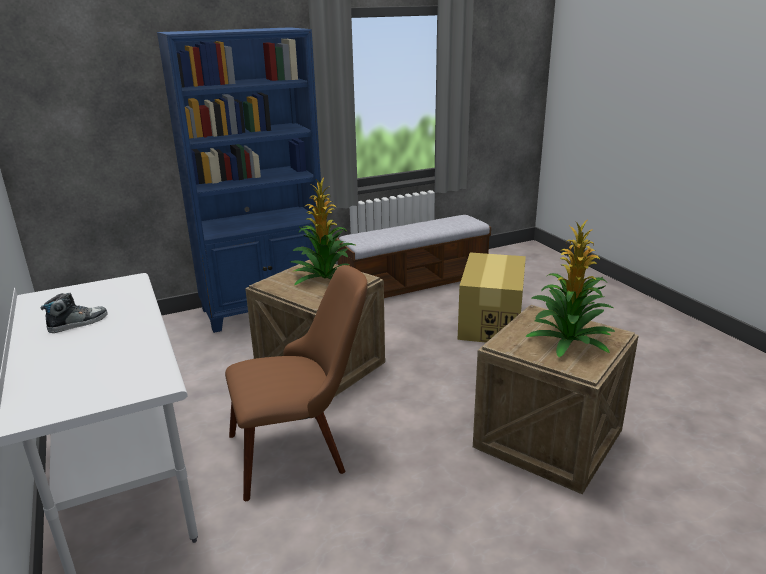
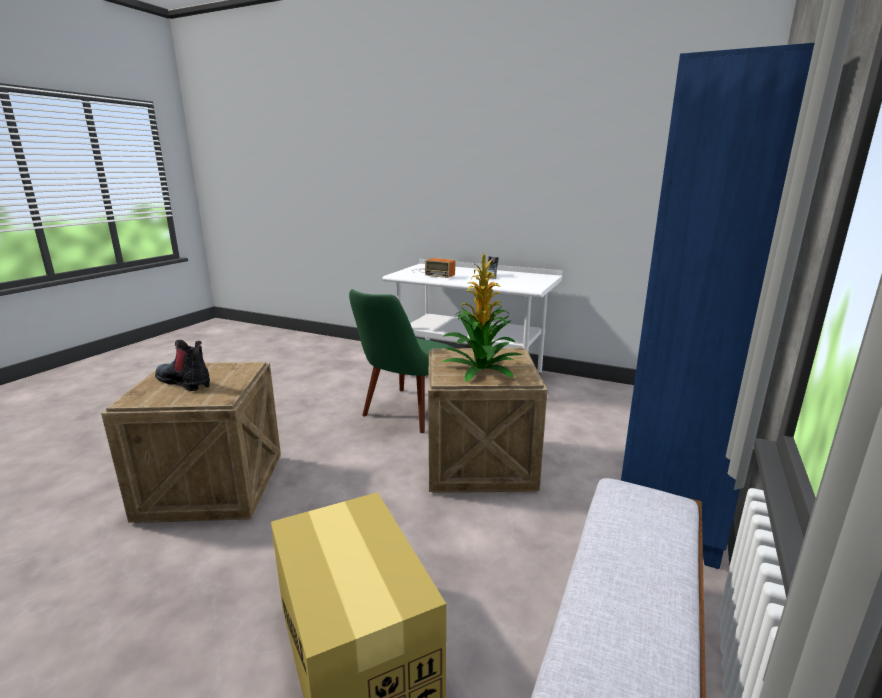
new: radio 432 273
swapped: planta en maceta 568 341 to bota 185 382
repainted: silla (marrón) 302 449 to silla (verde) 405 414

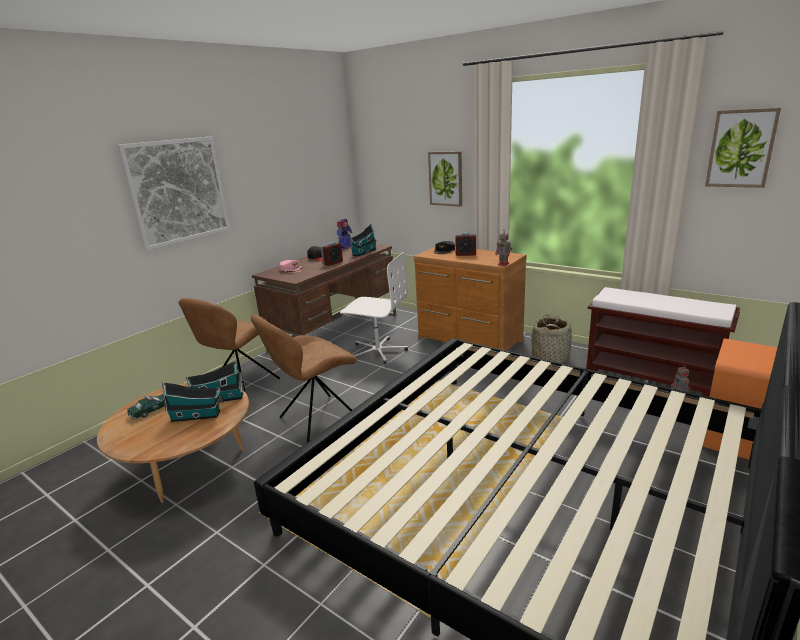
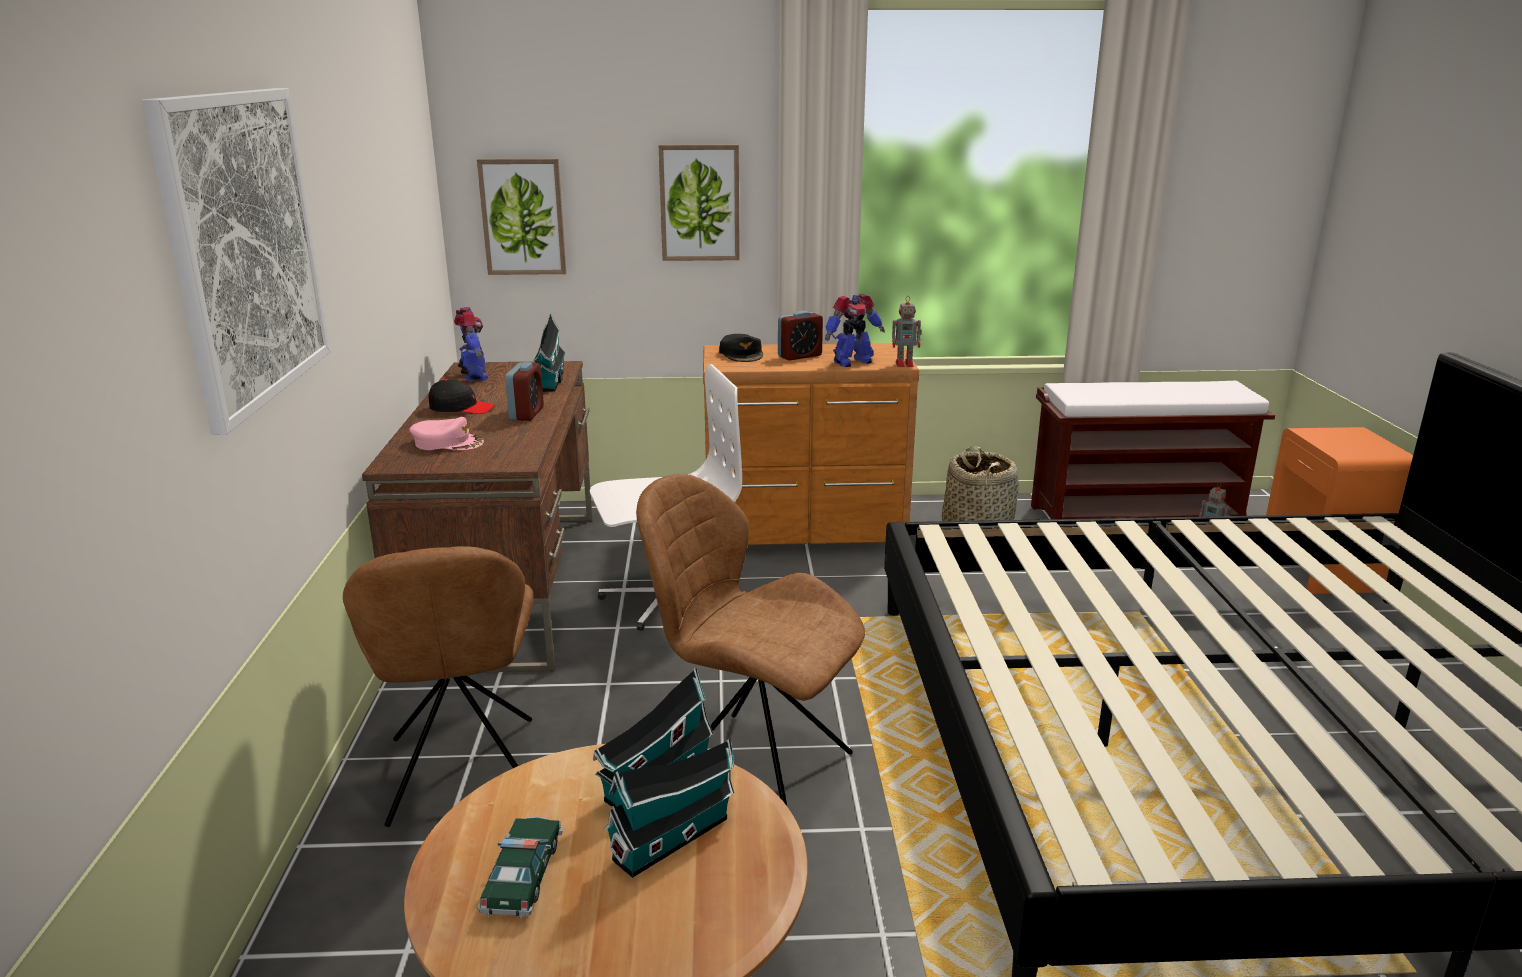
new: robot de juguete 851 362
shifted: cuadro 741 148 to 523 217
rotated: silla (marrón) 316 419 = 752 768 105 degrees clockwise

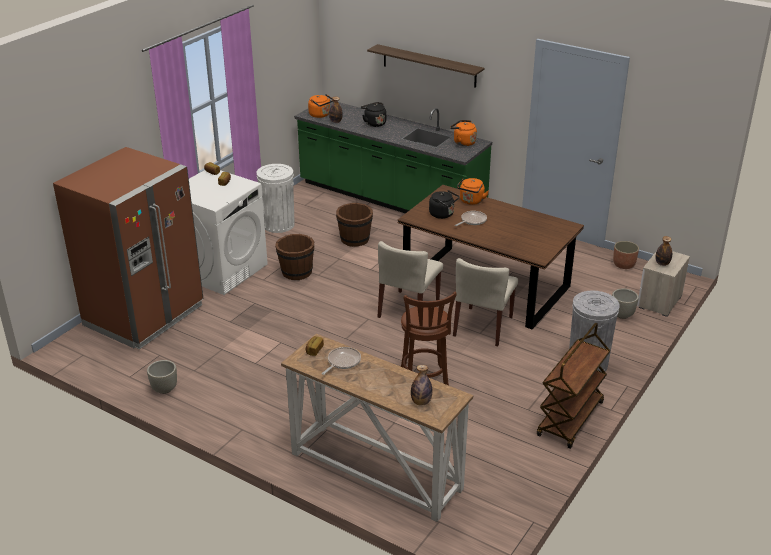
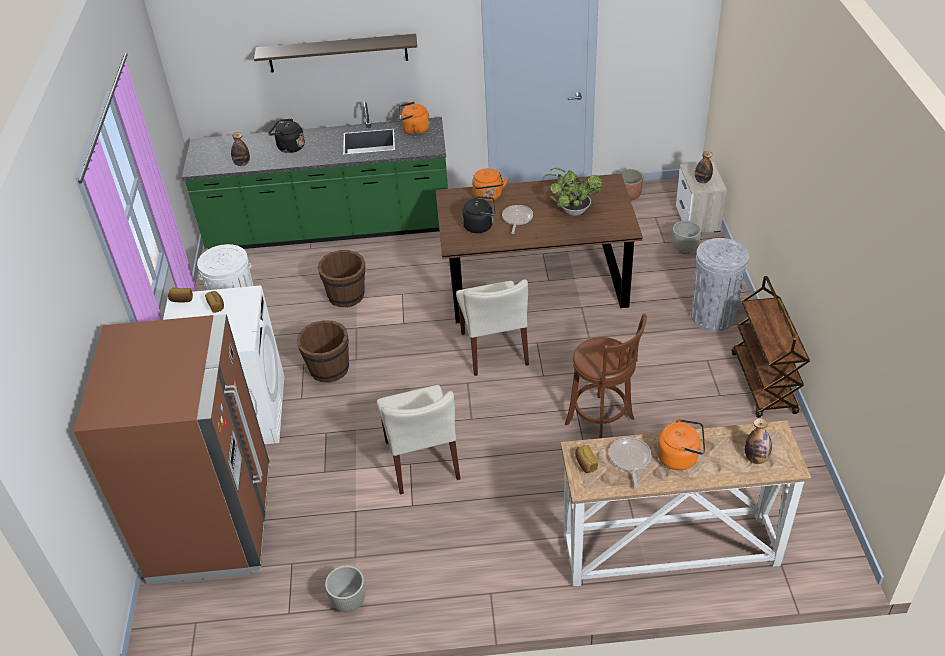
new: planta en maceta 572 211
shifted: hervidor (naranja) 320 115 to 680 457; silla (beis) 483 326 to 422 460

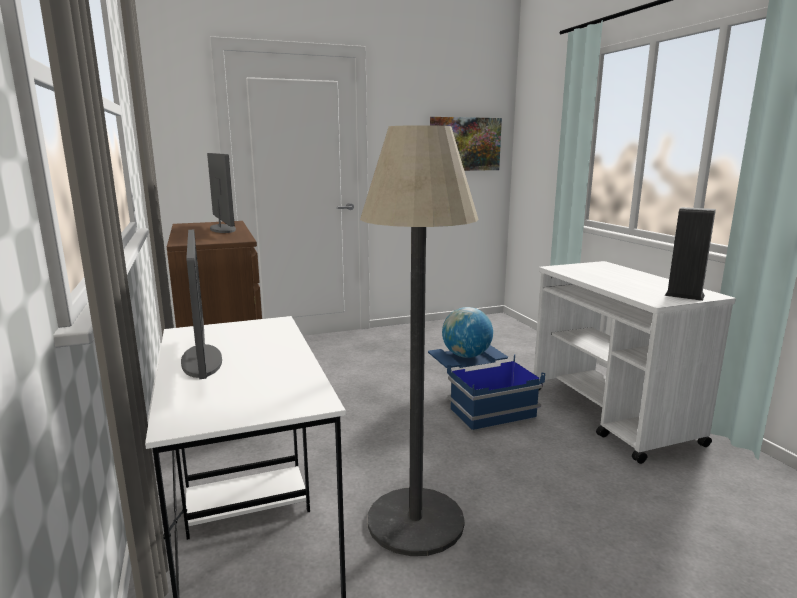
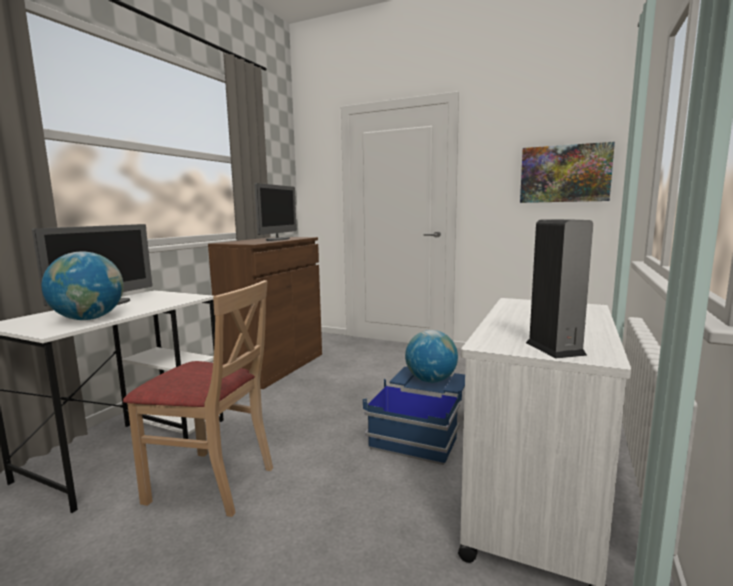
new: globo terráqueo 89 319
swapped: lámpara de pie 415 521 to silla (beis) 212 483

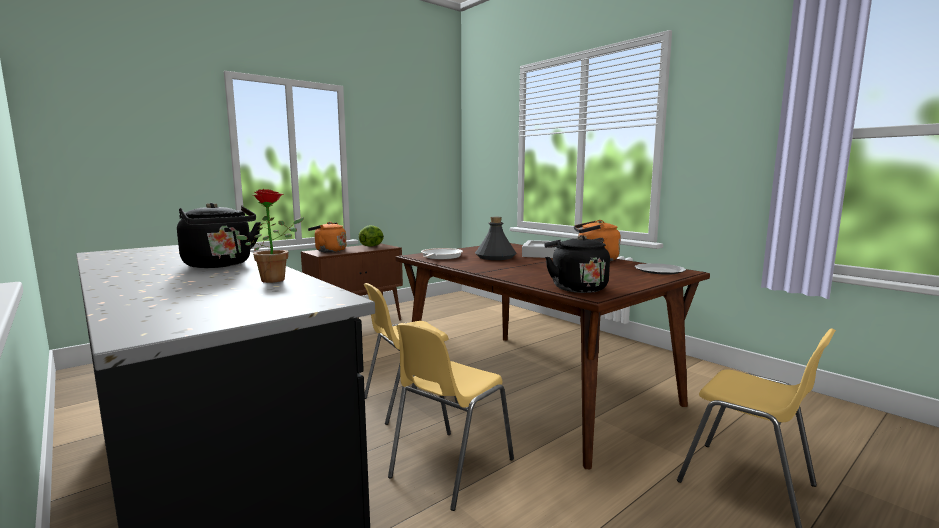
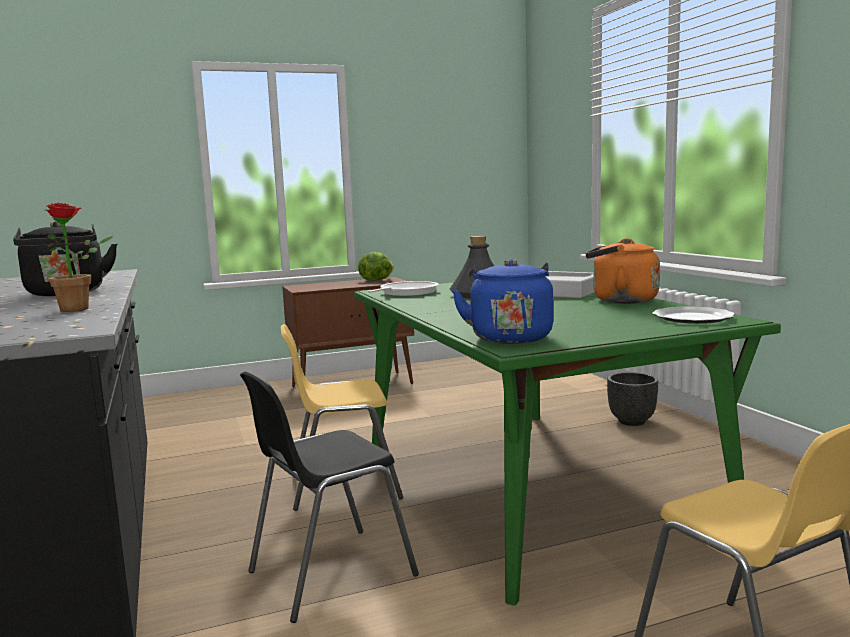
gone: hervidor (naranja) 328 251
new: maceta (negro) 632 421
repainted: silla (amarillo) 450 468 to silla (negro) 329 573; mesa de comedor (marrón) 533 385 to mesa de comedor (verde) 525 484; hervidor (negro) 576 288 to hervidor (azul) 509 337

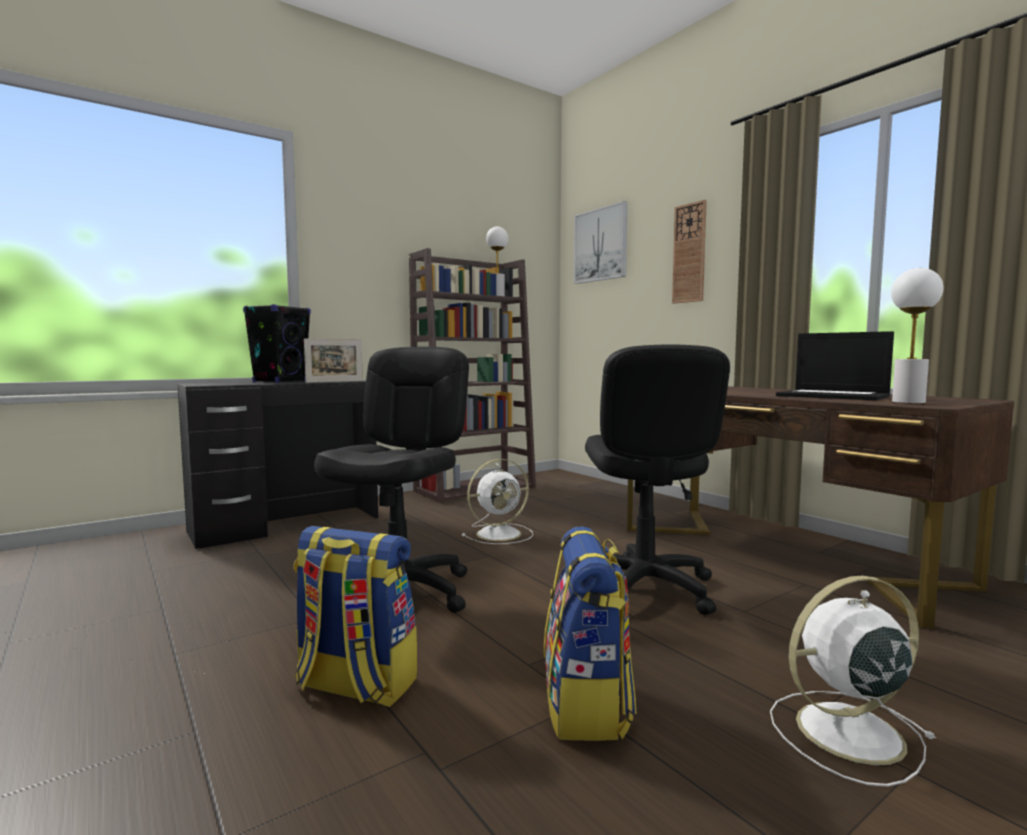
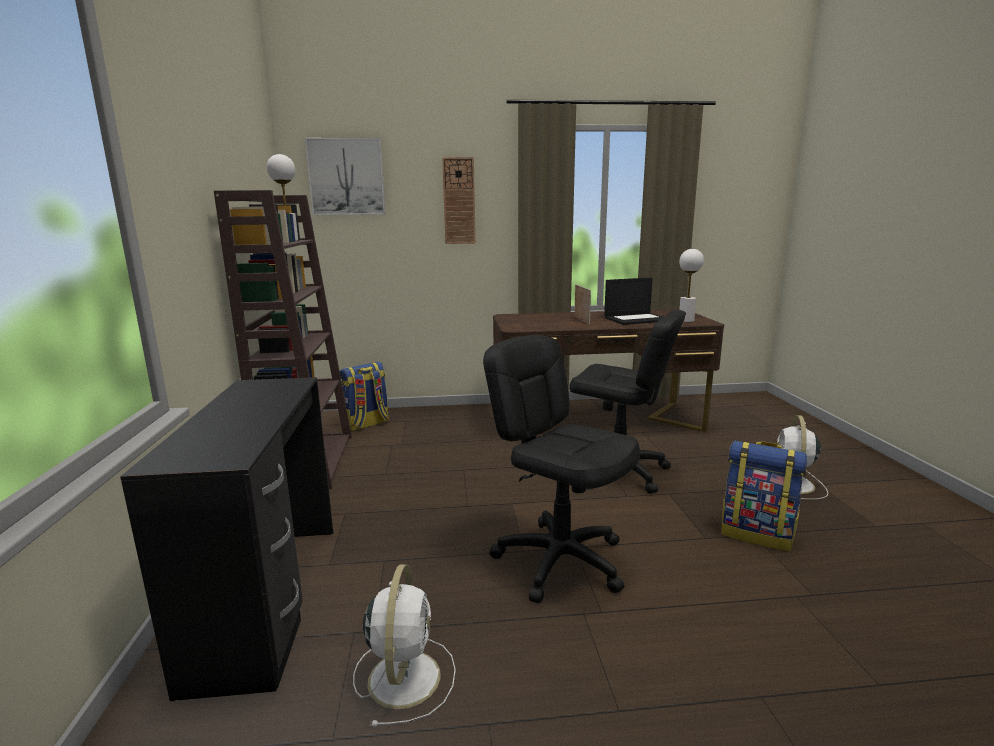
gone: altavoz (negro) 280 382
shifted: mochila 354 685 to 366 424; portarretratos 335 381 to 581 320; ventilador (blanco) 500 534 to 405 675

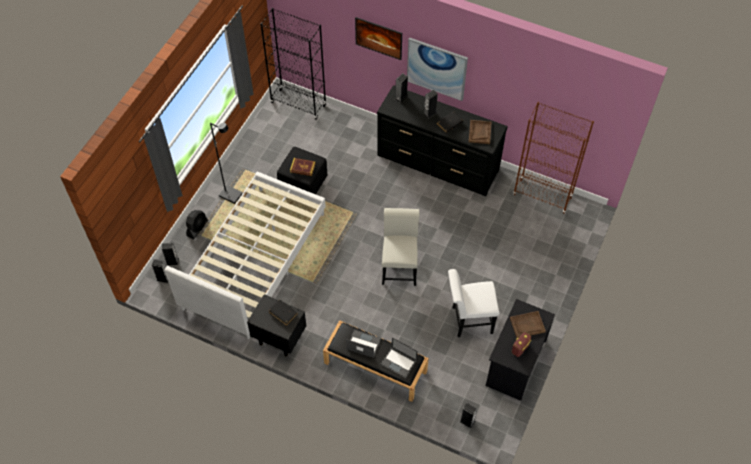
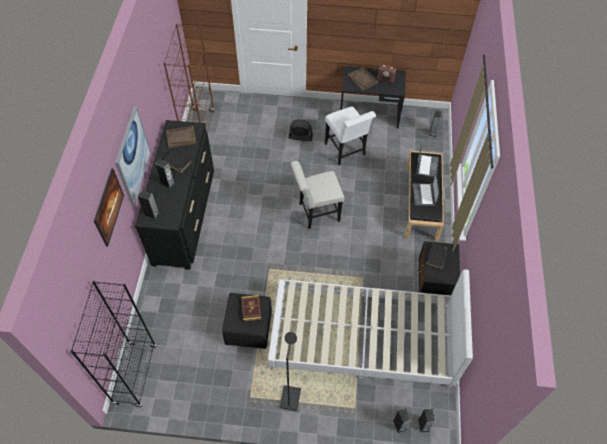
shifted: ventilador (negro) 197 228 to 300 137

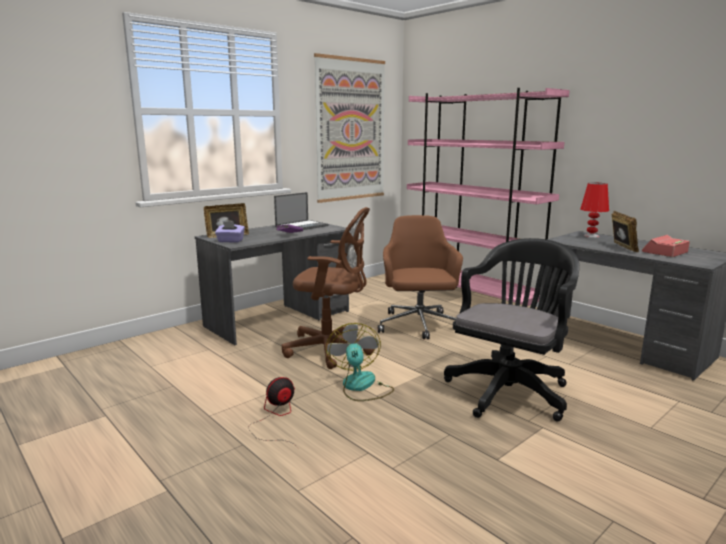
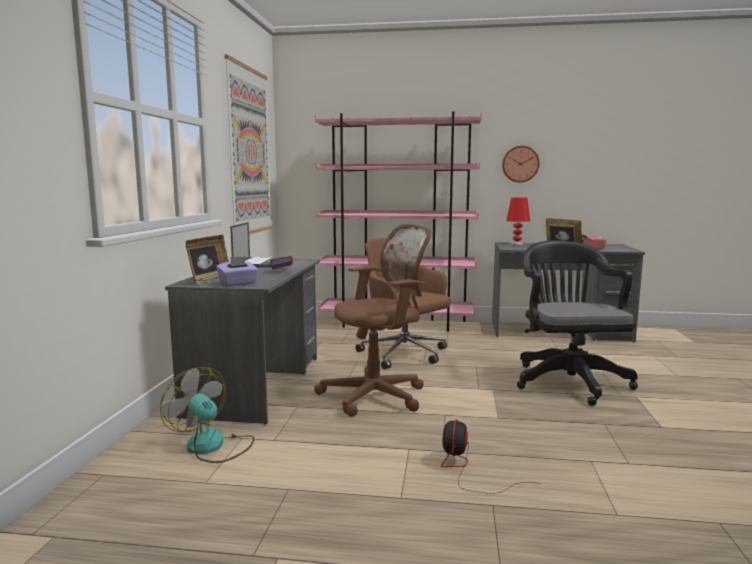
new: reloj de pared 520 164
shifted: ventilador 361 387 to 212 447

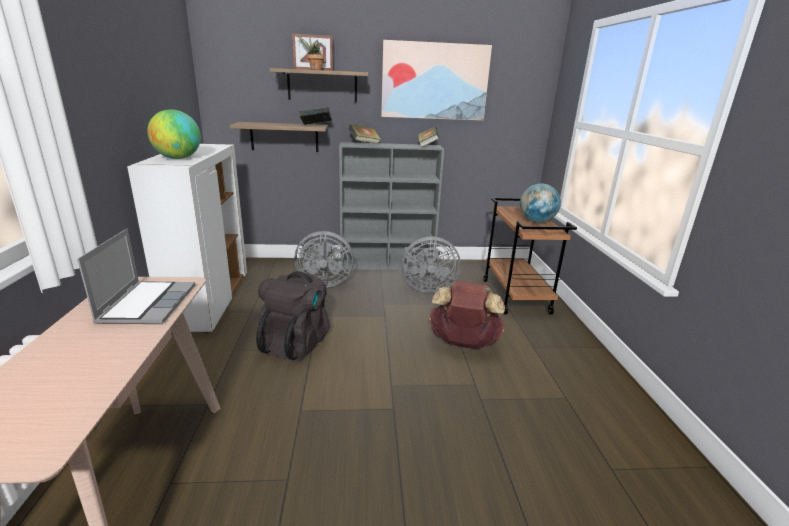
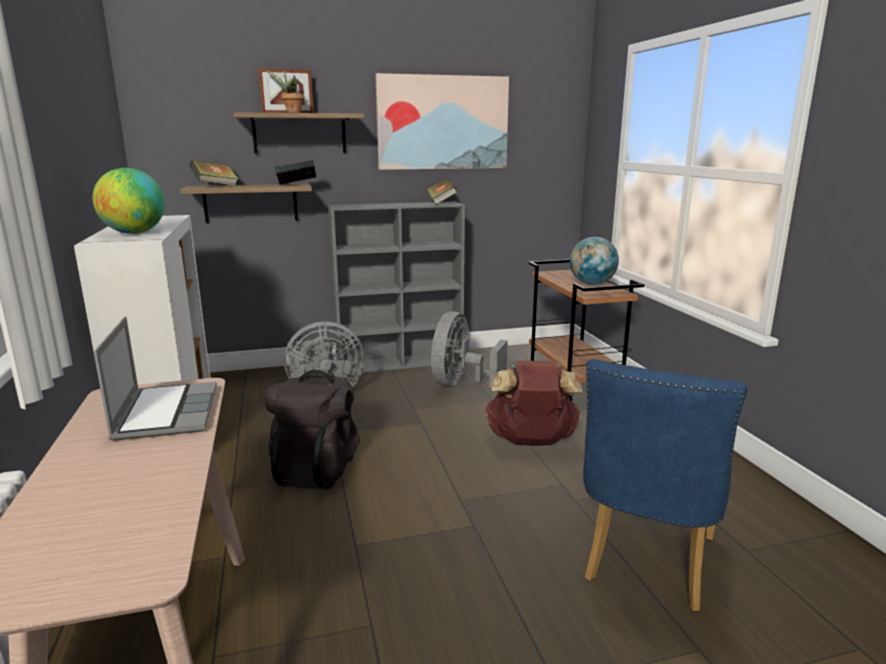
new: silla (azul) 645 564
shifted: libro 364 143 to 215 186
rotated: ventilador (gris) 426 288 = 461 384 120 degrees clockwise

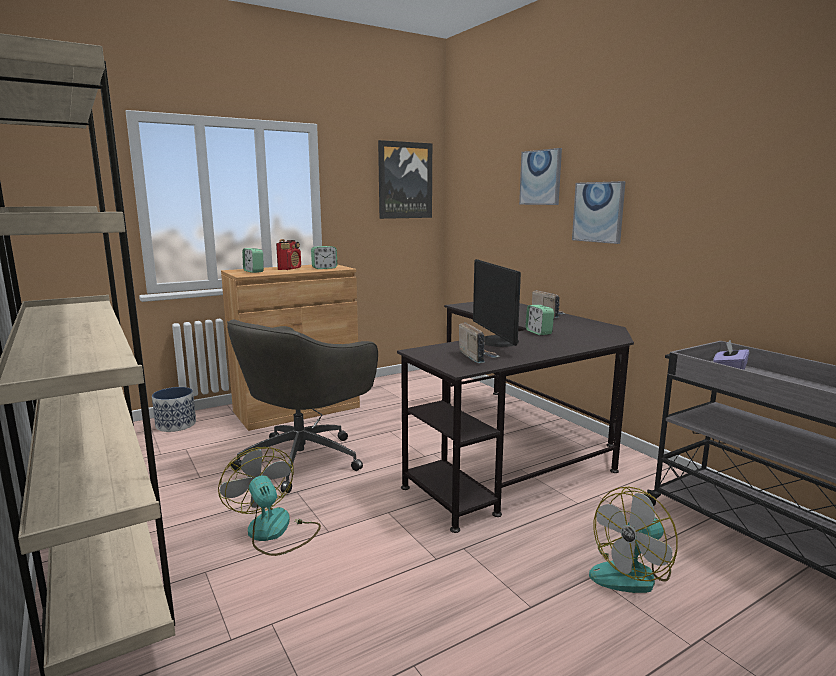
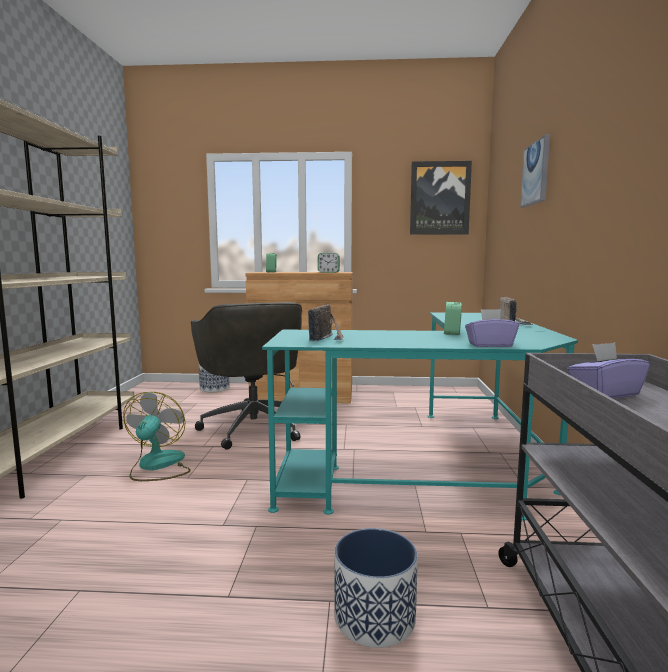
gone: radio 290 269; monitor 496 342; cuadro 598 212
new: caja de pañuelos (morado) 490 345
swapped: ventilador 632 573 to maceta 374 618
repainted: escritorio (negro) 516 448 to escritorio (turquesa) 441 465
rotated: silla de oficina (gris) 304 459 = 253 427 90 degrees counterclockwise

